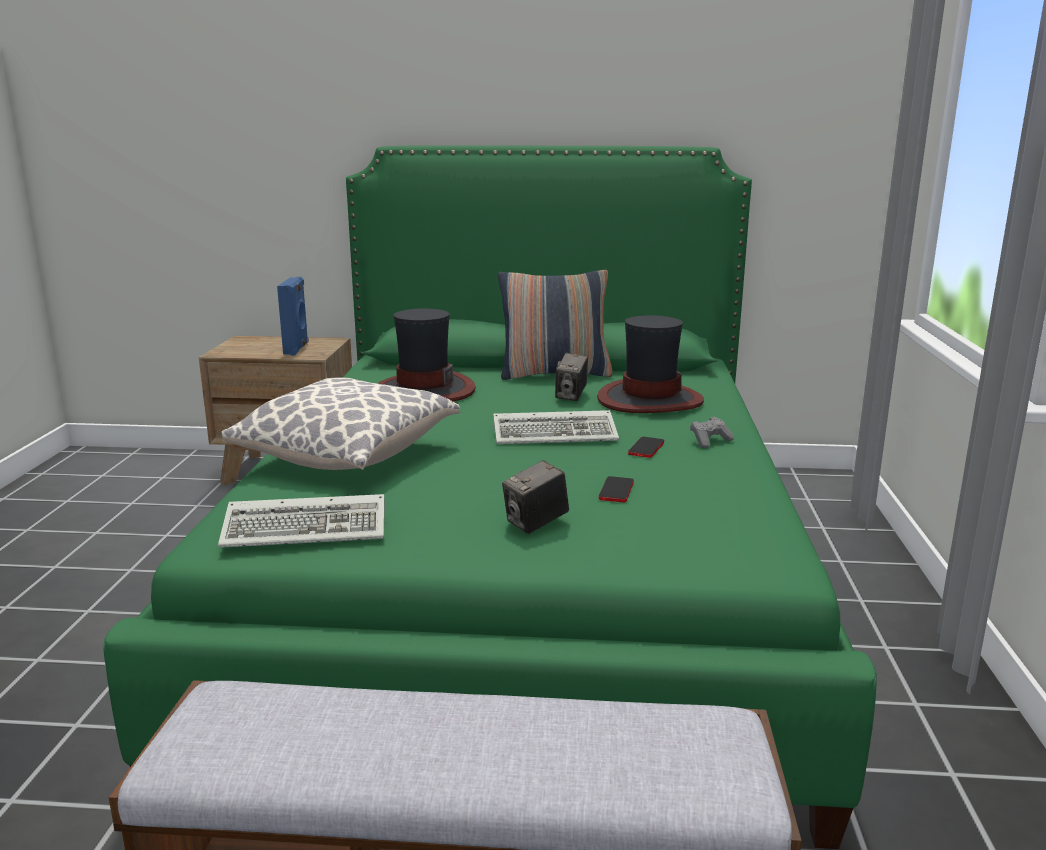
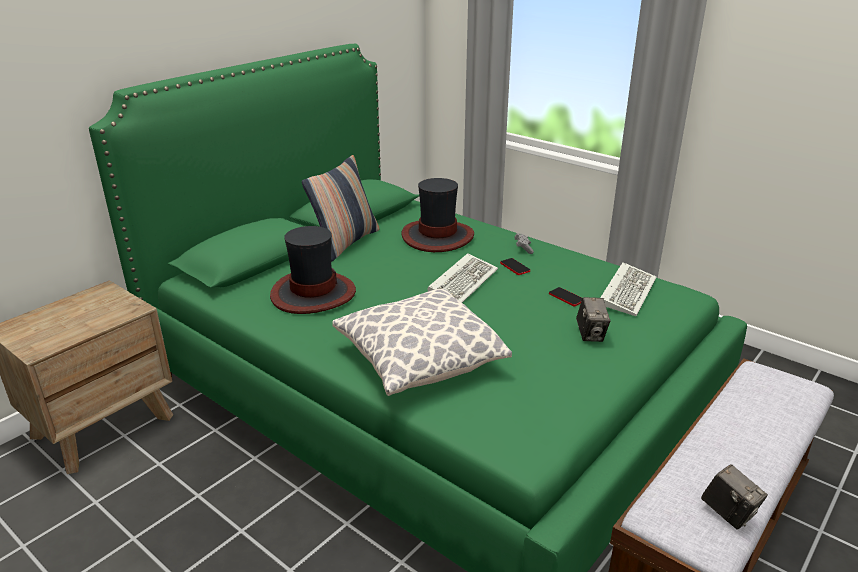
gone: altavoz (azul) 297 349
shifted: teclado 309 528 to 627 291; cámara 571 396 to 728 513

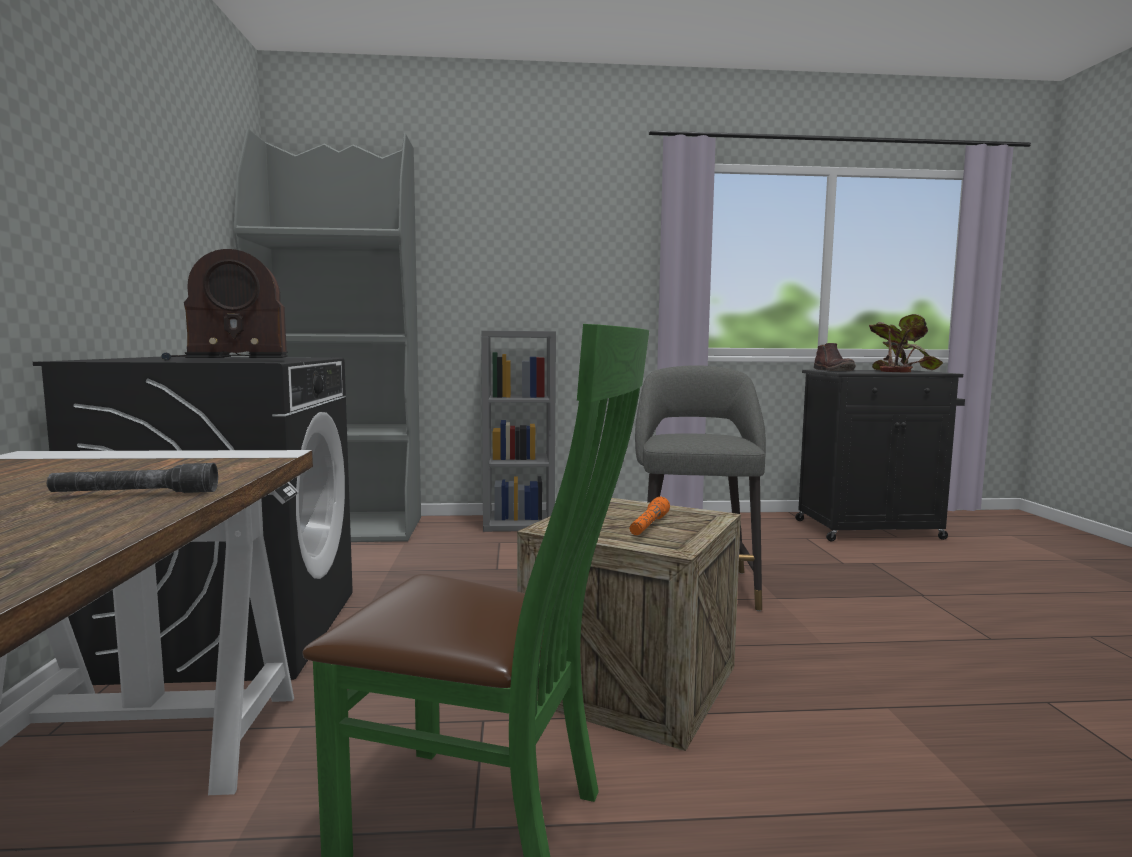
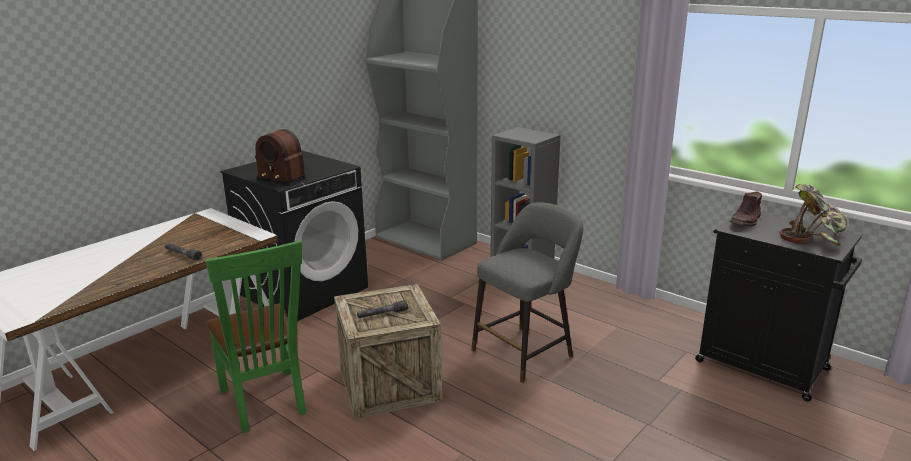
repainted: linterna (naranja) 648 526 to linterna (gris) 382 314

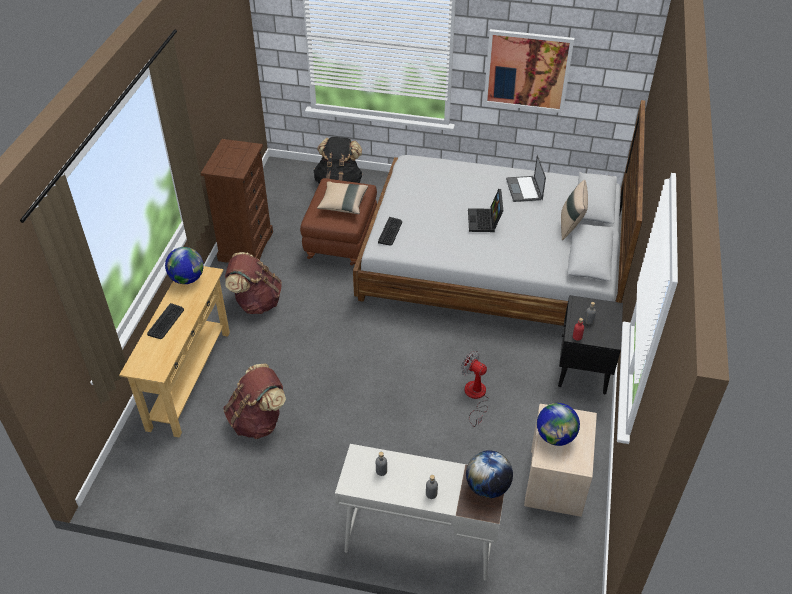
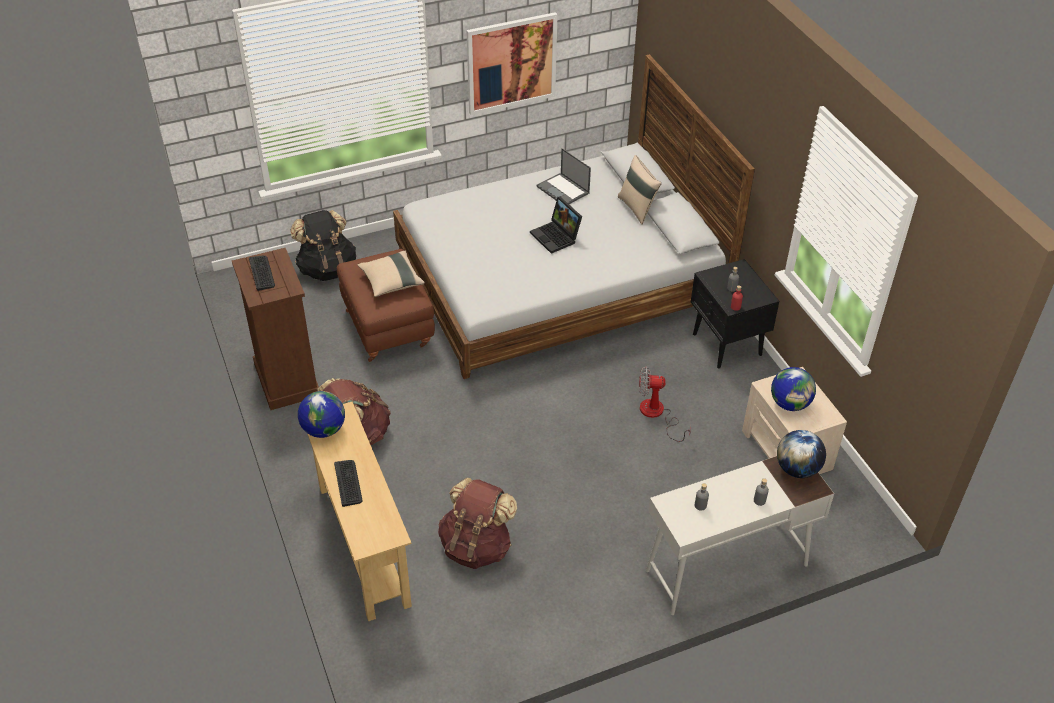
shifted: teclado 390 231 to 262 273

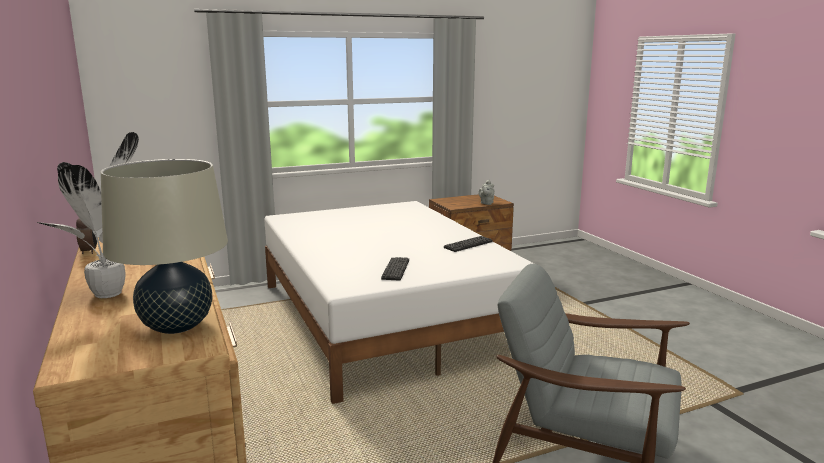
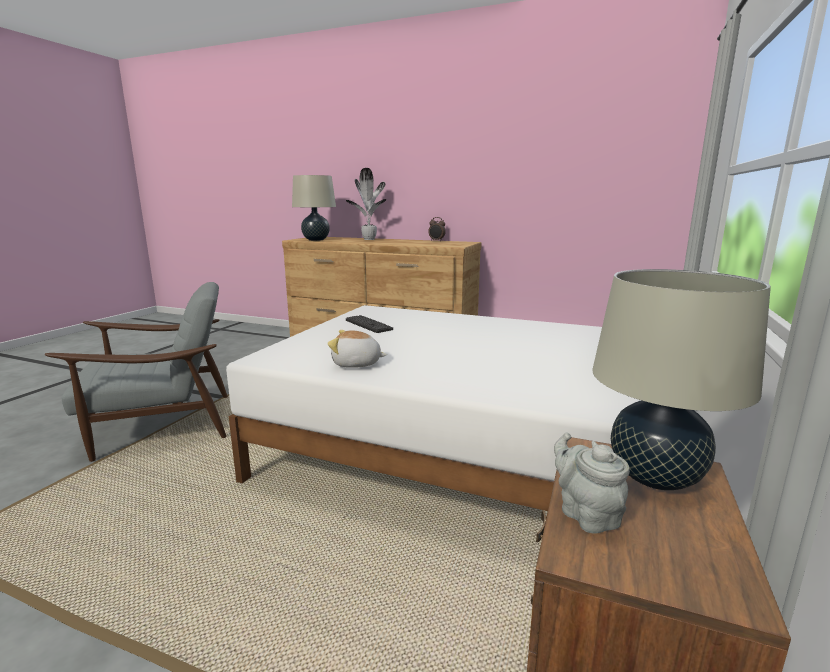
new: lámpara de mesa (beis) 655 477
swapped: teclado 468 244 to peluche 356 364

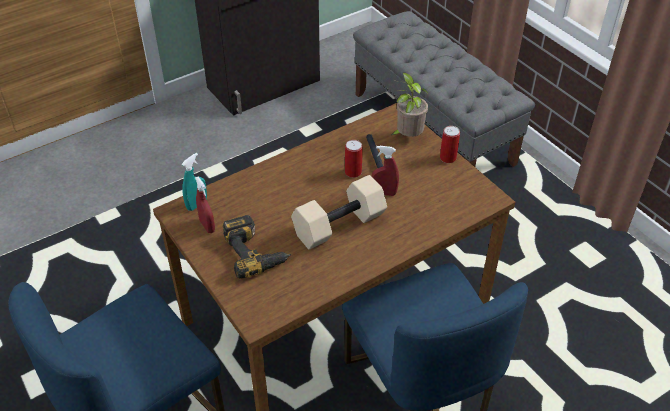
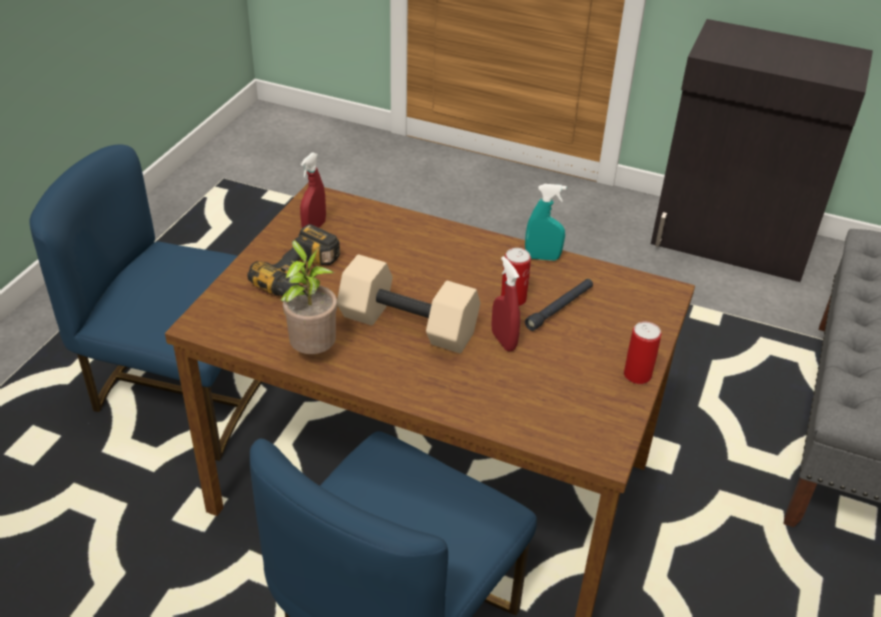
shifted: pulverizador (turquesa) 197 204 to 542 257; planta en maceta 407 136 to 312 351

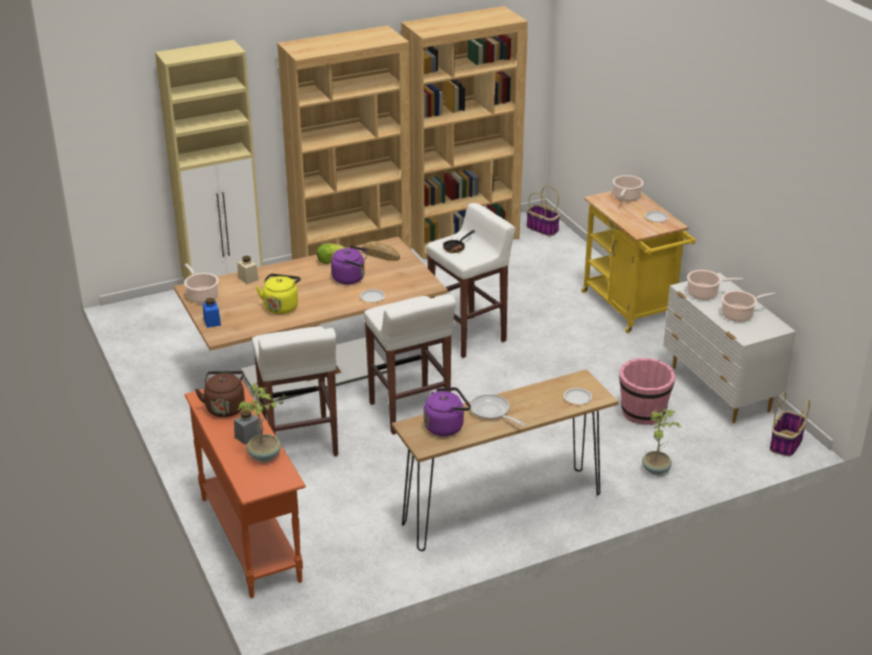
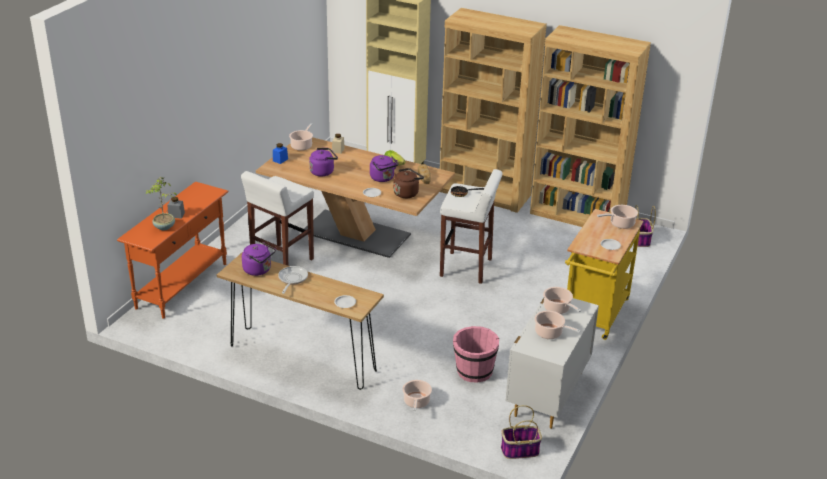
gone: taburete (blanco) 410 412
shifted: hervidor (marrón) 225 407 to 407 193
swapped: planta en maceta 656 469 to olla 416 402
repainted: hervidor (amarillo) 281 306 to hervidor (morado) 323 171

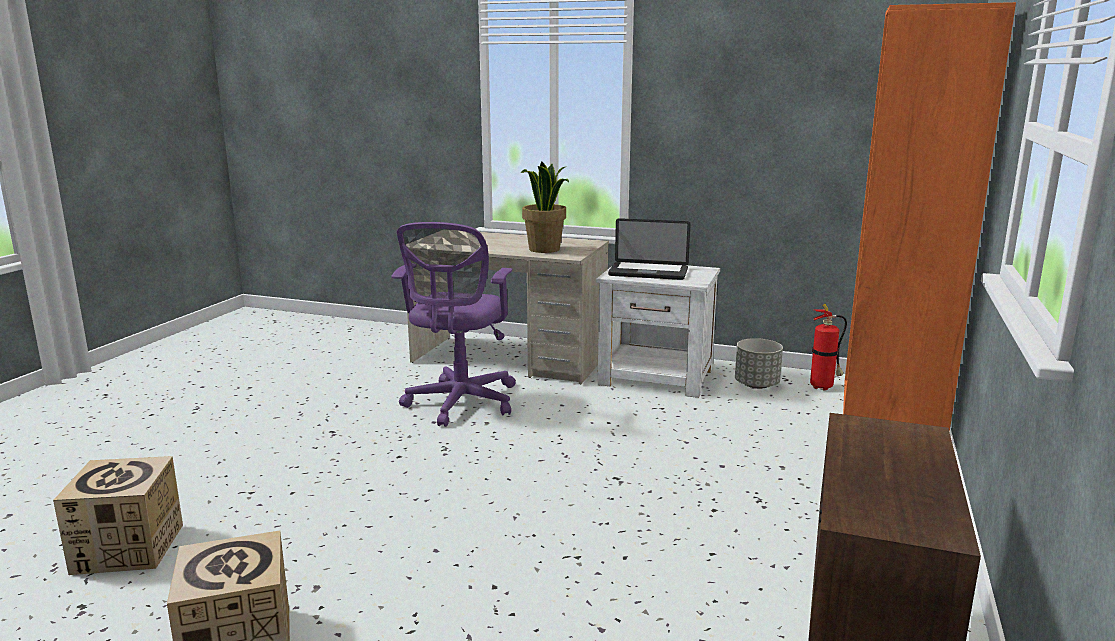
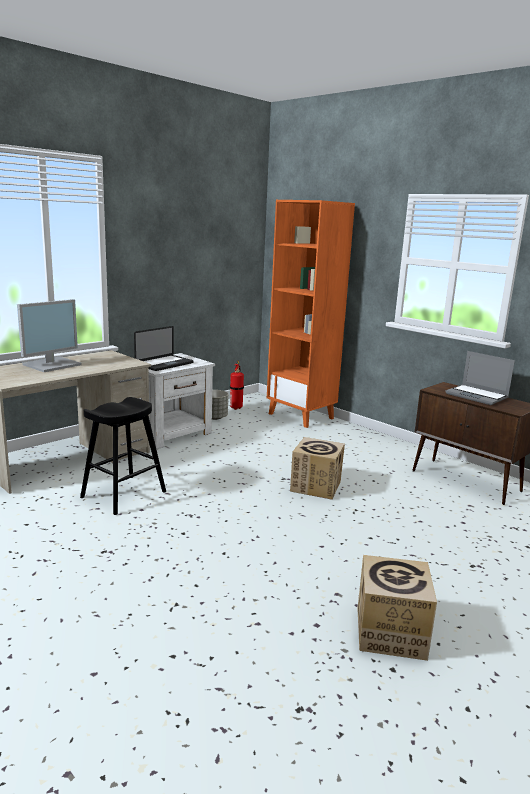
gone: planta en maceta 544 249
new: monitor 52 364; portátil 477 396
shifted: caja de cartón 128 548 to 316 486
swapped: silla de oficina (morado) 460 404 to taburete (negro) 124 494

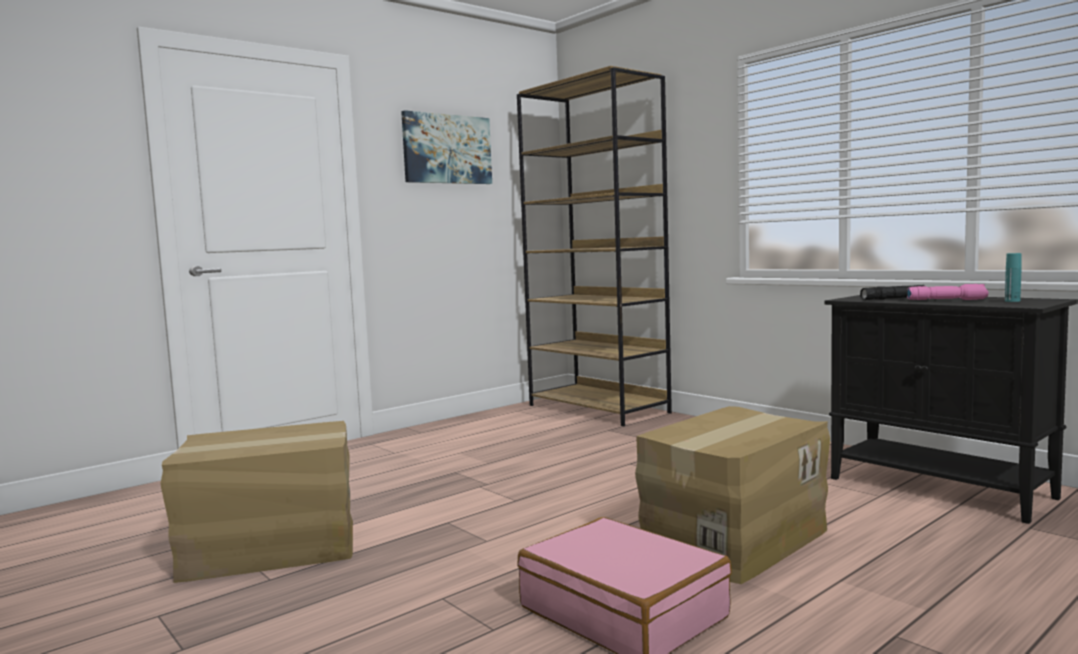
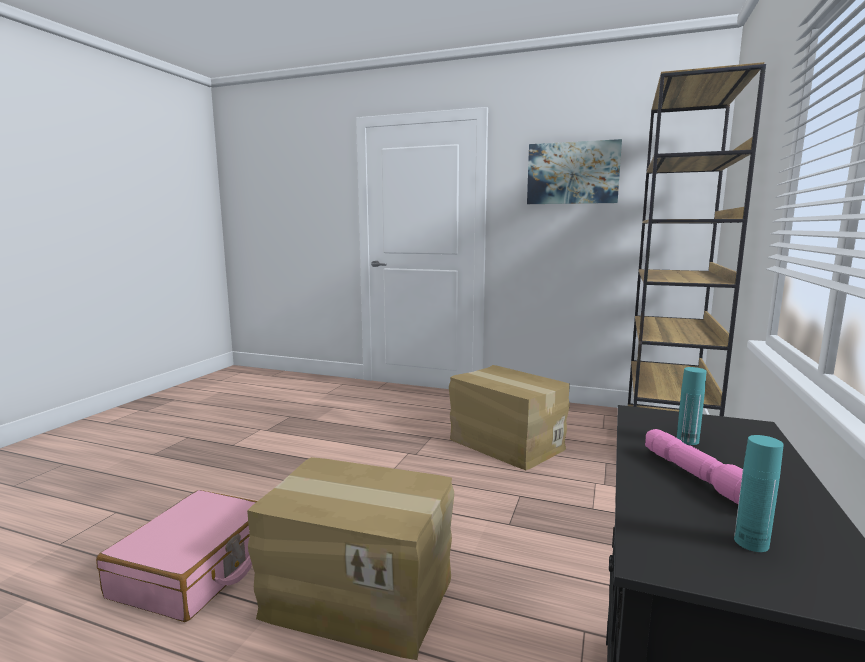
shifted: caja de cartón 270 548 to 505 444
swapped: linterna (negro) 894 298 to botella (turquesa) 687 440

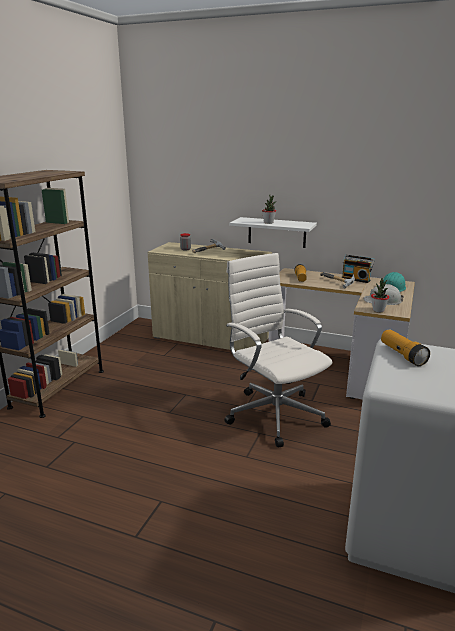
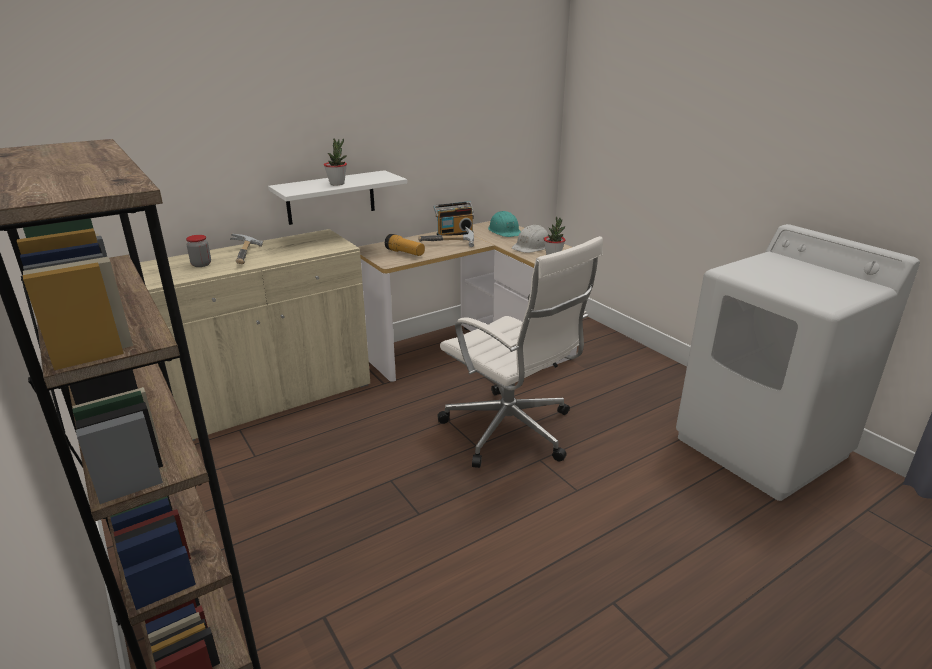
gone: linterna 402 355
rotated: silla de oficina (blanco) 274 413 = 511 432 135 degrees counterclockwise

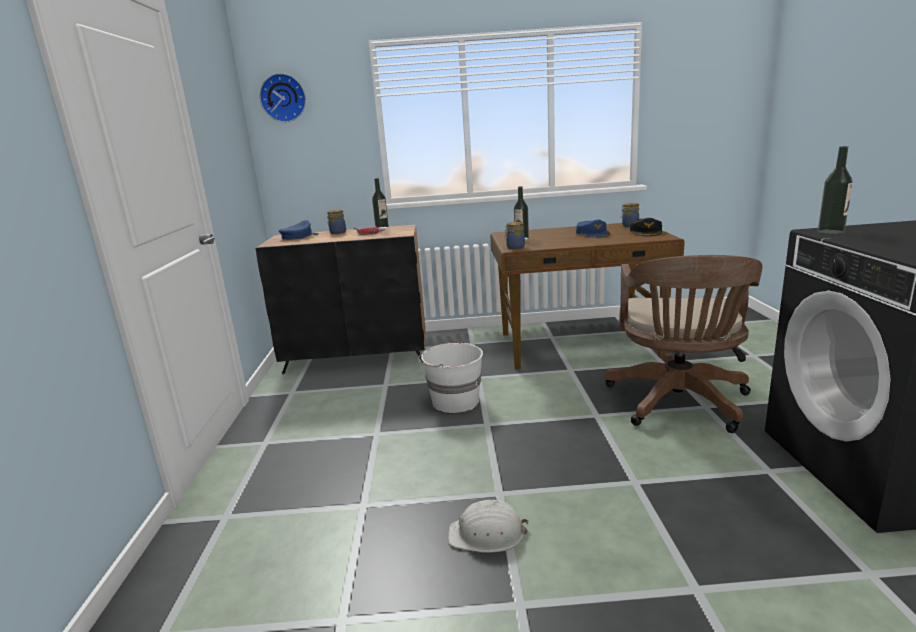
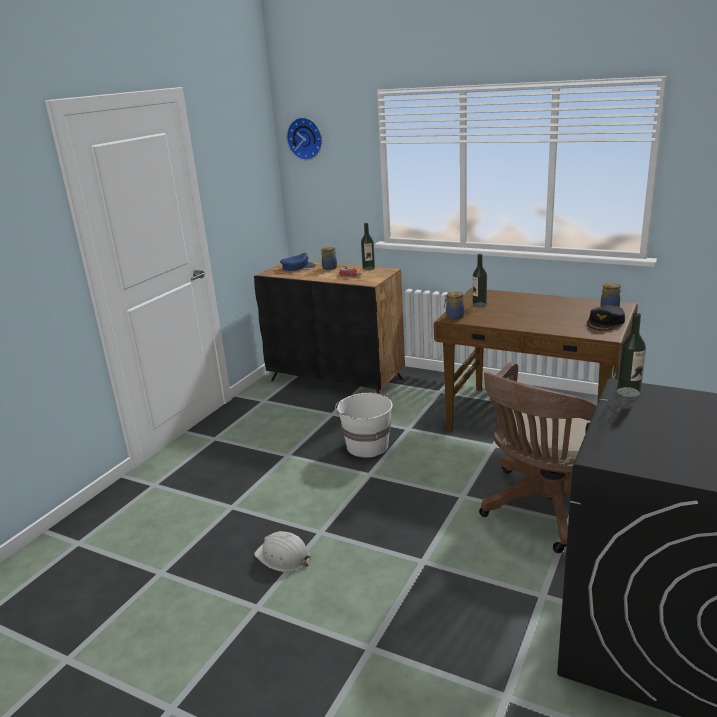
gone: gorra (azul) 592 233

